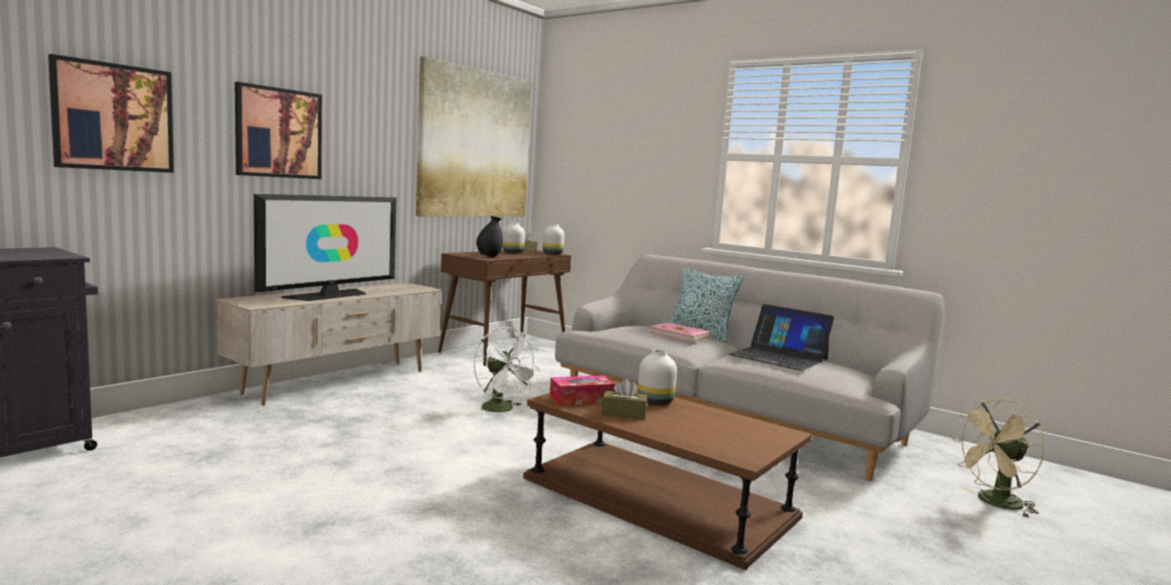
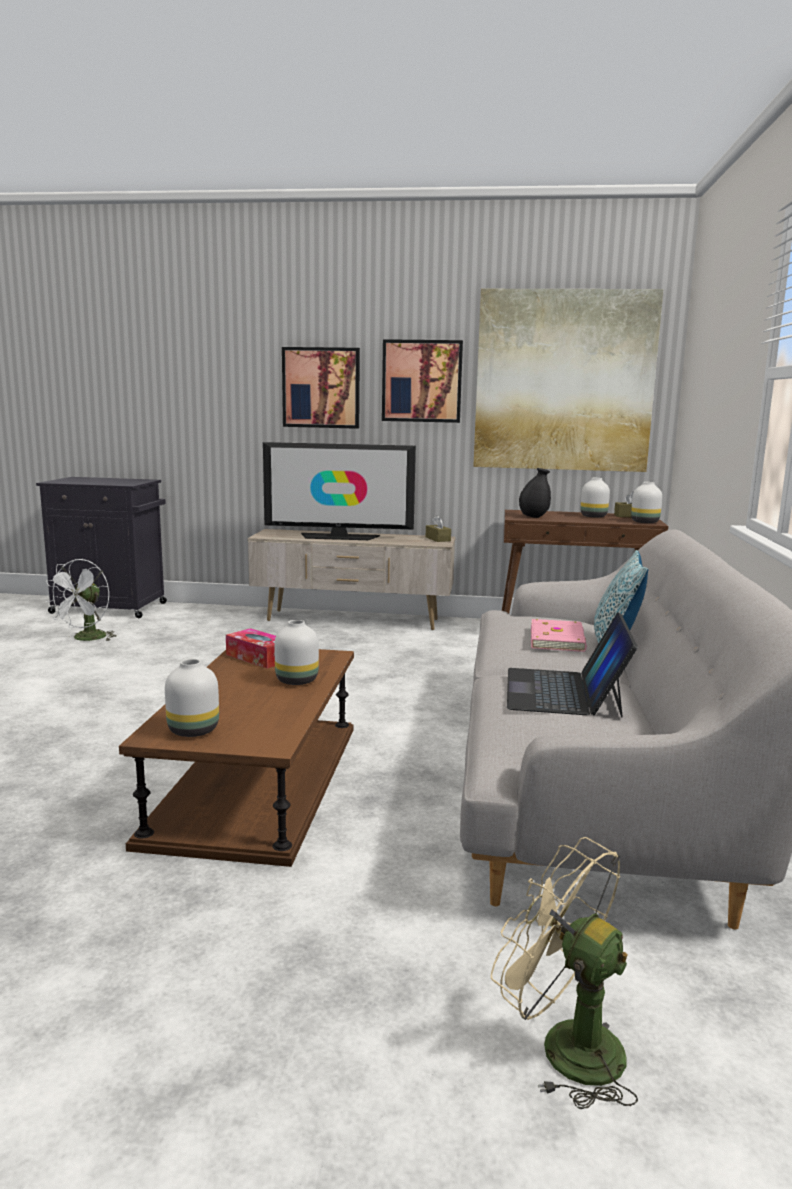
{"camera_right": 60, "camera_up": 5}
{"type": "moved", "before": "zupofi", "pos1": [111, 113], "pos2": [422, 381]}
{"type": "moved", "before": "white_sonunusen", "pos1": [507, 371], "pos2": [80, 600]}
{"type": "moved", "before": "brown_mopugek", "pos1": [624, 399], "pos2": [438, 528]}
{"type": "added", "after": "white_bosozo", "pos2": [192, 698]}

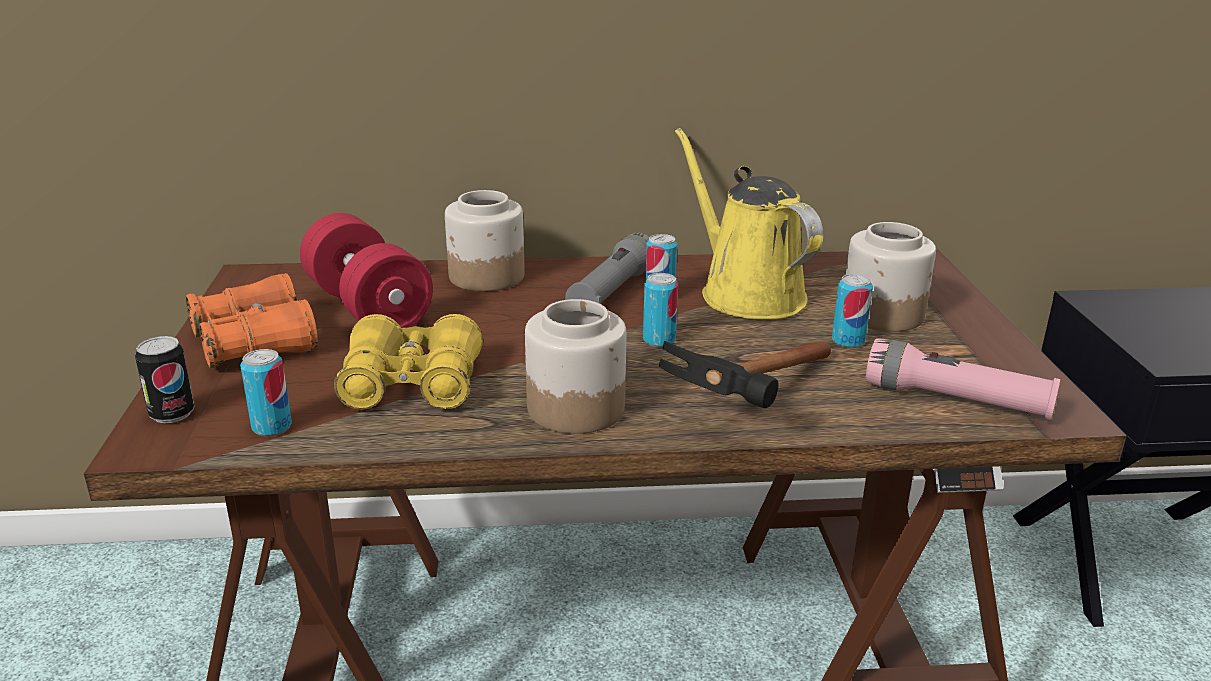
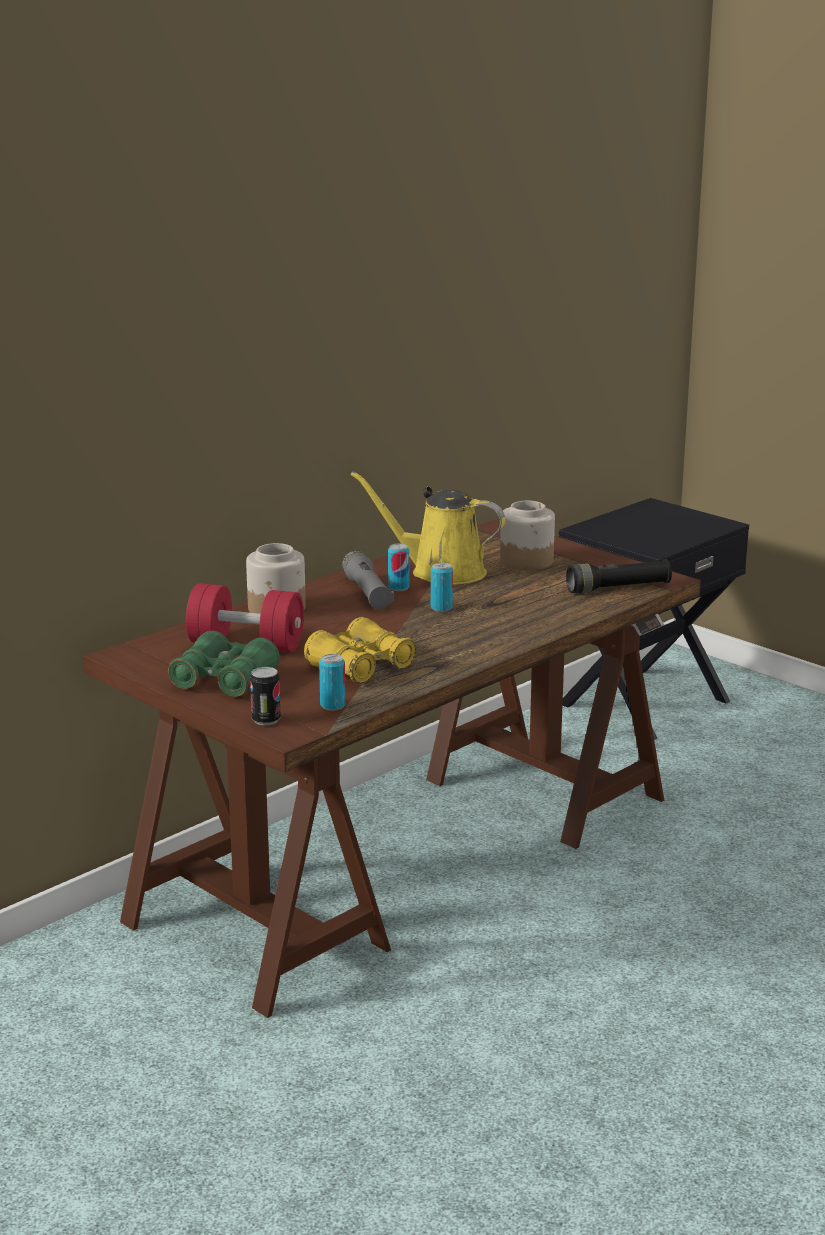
{"camera_right": -40, "camera_up": -5}
{"type": "recoloured", "before": "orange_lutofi", "after": "green_lutofi", "pos1": [252, 320], "pos2": [224, 664]}
{"type": "removed", "before": "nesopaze", "pos1": [575, 366]}
{"type": "removed", "before": "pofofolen", "pos1": [745, 374]}
{"type": "removed", "before": "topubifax", "pos1": [852, 311]}
{"type": "recoloured", "before": "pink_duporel", "after": "black_duporel", "pos1": [963, 379], "pos2": [619, 576]}

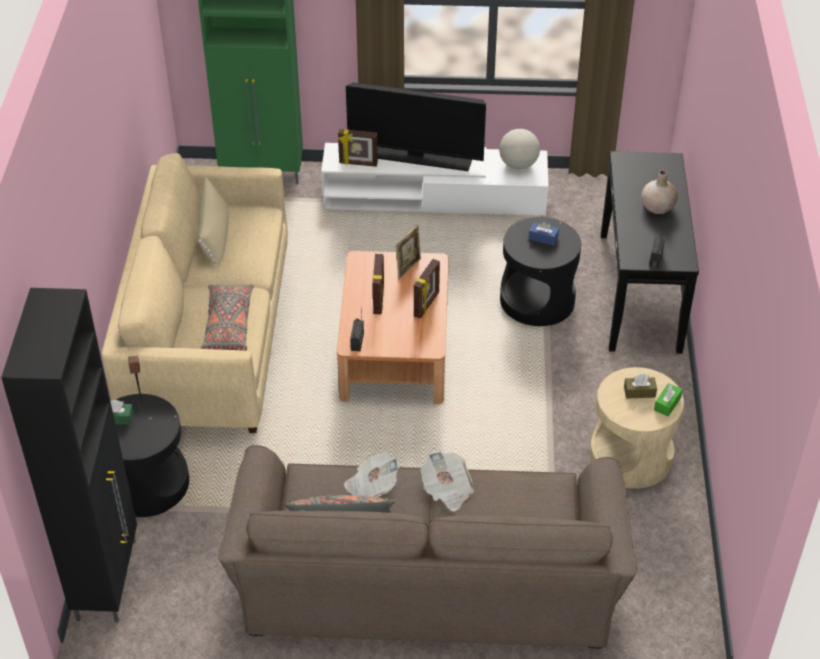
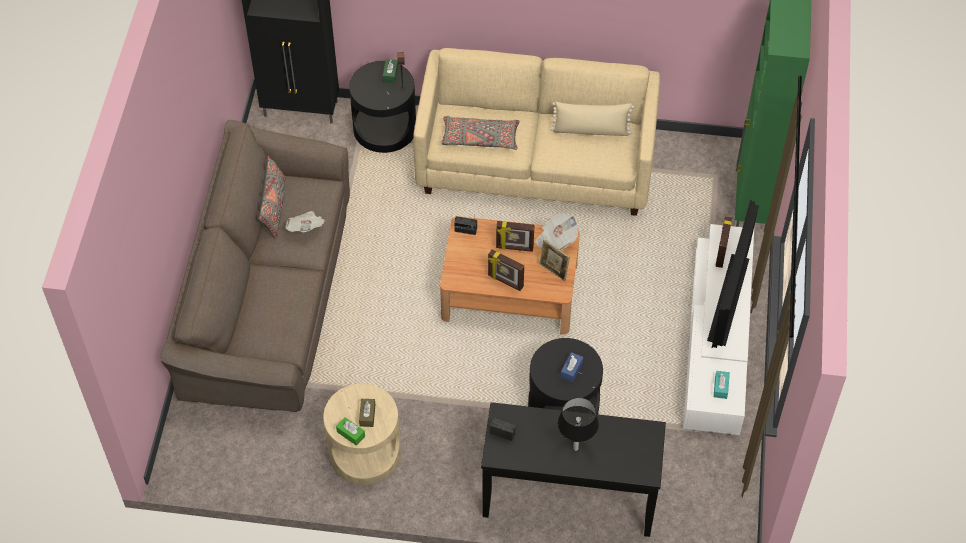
{"camera_right": 95, "camera_up": 10}
{"type": "moved", "before": "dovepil", "pos1": [447, 480], "pos2": [556, 231]}
{"type": "replaced", "before": "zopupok", "after": "turquoise_mopugek", "pos1": [519, 149], "pos2": [722, 385]}
{"type": "replaced", "before": "beige_bosozo", "after": "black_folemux", "pos1": [659, 192], "pos2": [578, 424]}

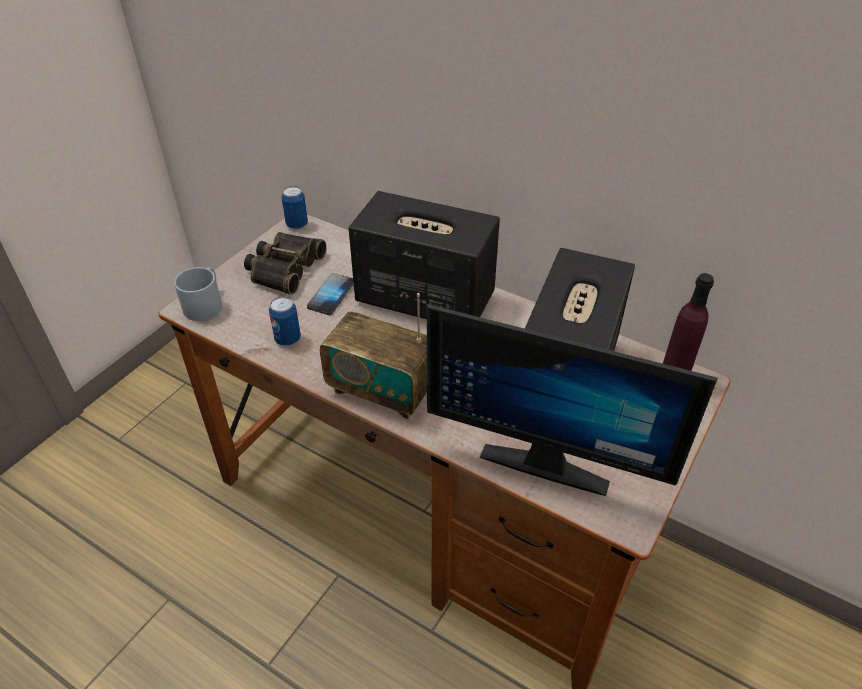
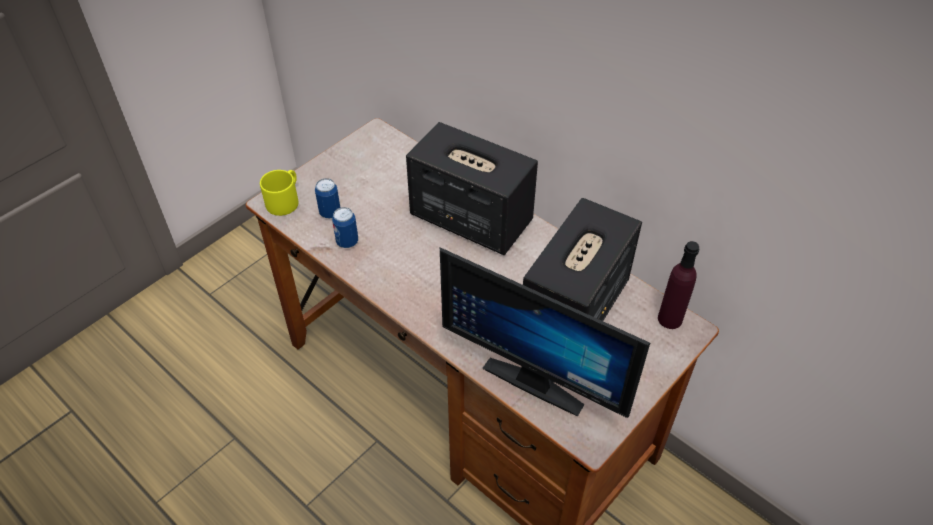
{"camera_right": 10, "camera_up": 5}
{"type": "recoloured", "before": "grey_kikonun", "after": "yellow_kikonun", "pos1": [198, 294], "pos2": [279, 193]}
{"type": "removed", "before": "lutofi", "pos1": [285, 263]}
{"type": "moved", "before": "topubifax", "pos1": [294, 208], "pos2": [328, 198]}
{"type": "removed", "before": "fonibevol", "pos1": [330, 294]}
{"type": "removed", "before": "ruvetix", "pos1": [373, 356]}

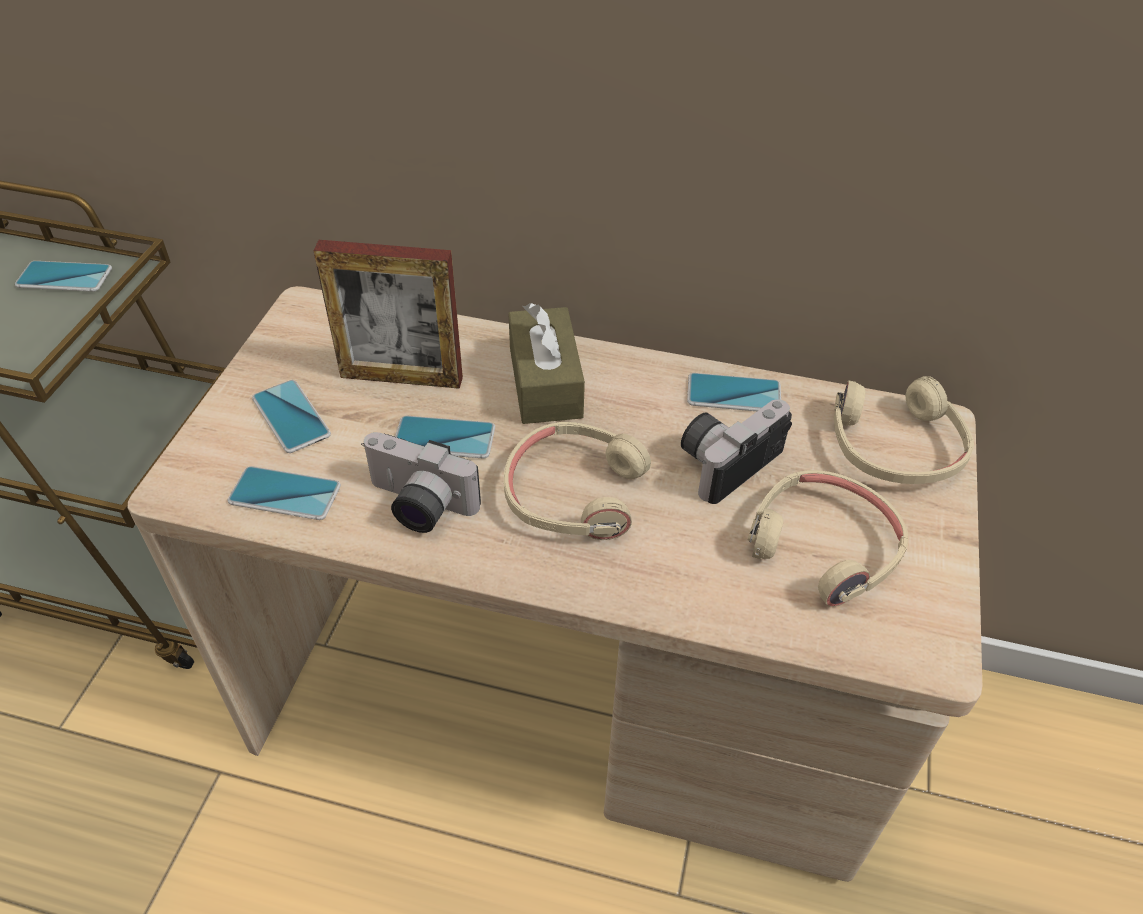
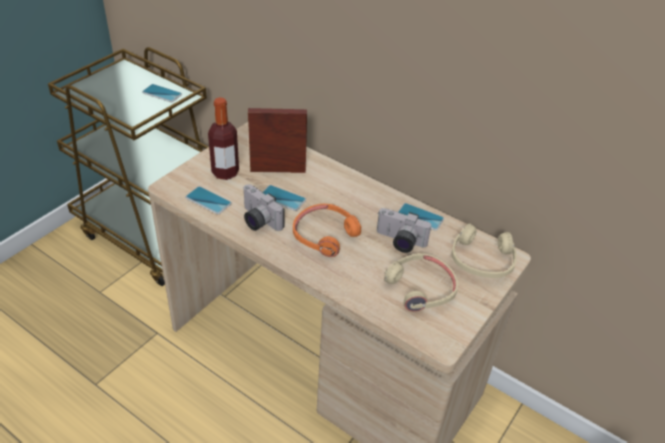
{"camera_right": 20, "camera_up": -5}
{"type": "replaced", "before": "fonibevol", "after": "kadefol", "pos1": [291, 416], "pos2": [223, 138]}
{"type": "turned", "before": "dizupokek", "pos1": [388, 314], "pos2": [277, 140], "turn": 150}
{"type": "recoloured", "before": "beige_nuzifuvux", "after": "orange_nuzifuvux", "pos1": [577, 481], "pos2": [327, 230]}
{"type": "removed", "before": "brown_mopugek", "pos1": [546, 363]}
{"type": "turned", "before": "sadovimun", "pos1": [736, 451], "pos2": [404, 230], "turn": -135}

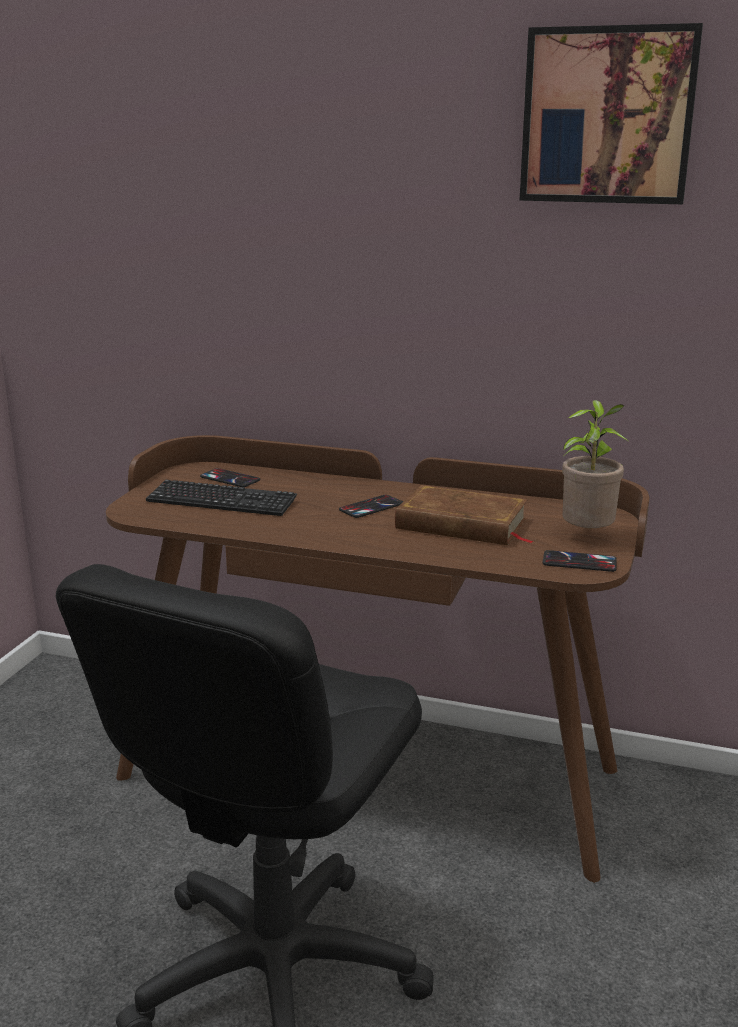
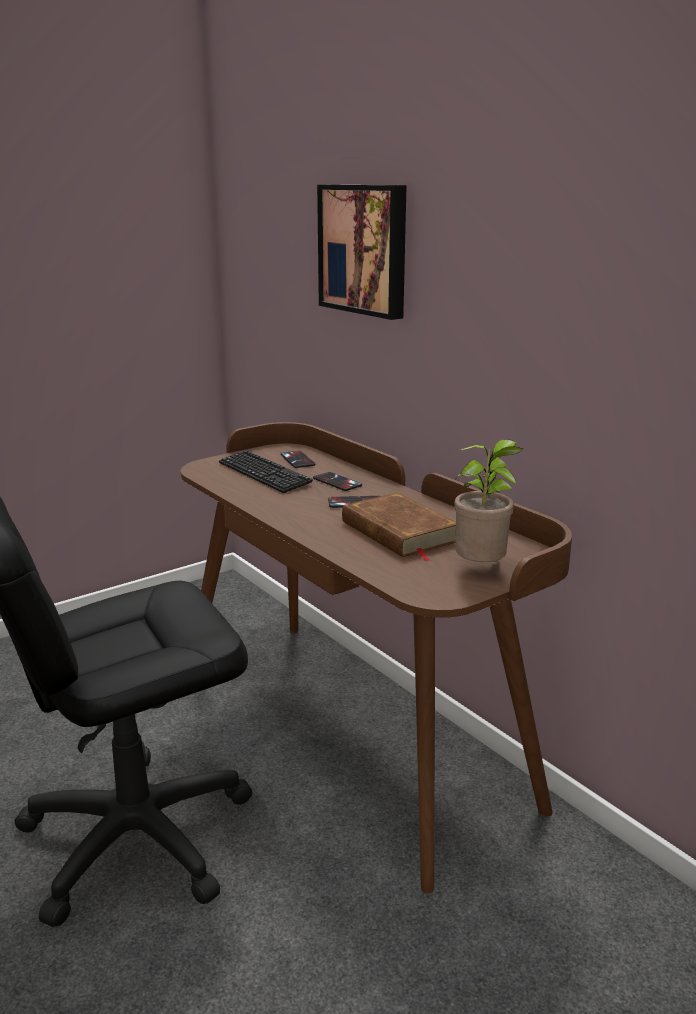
{"camera_right": 35, "camera_up": 0}
{"type": "moved", "before": "zupofi", "pos1": [611, 113], "pos2": [362, 252]}
{"type": "moved", "before": "fonibevol", "pos1": [580, 561], "pos2": [337, 481]}

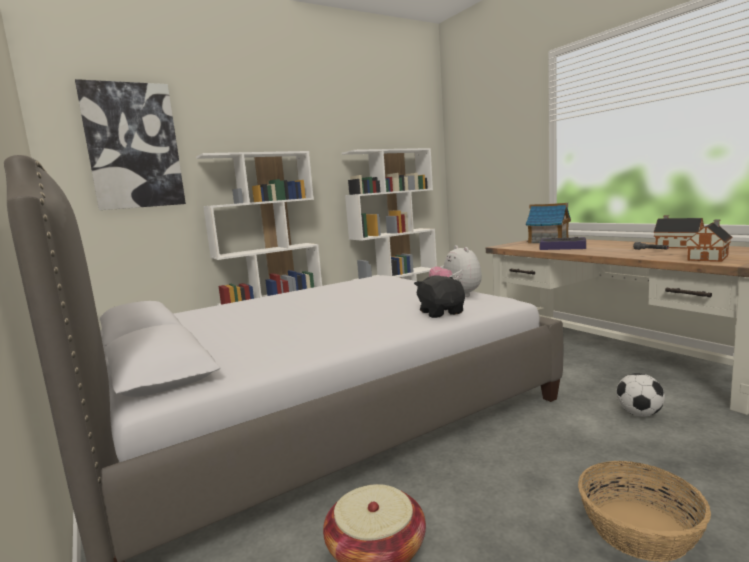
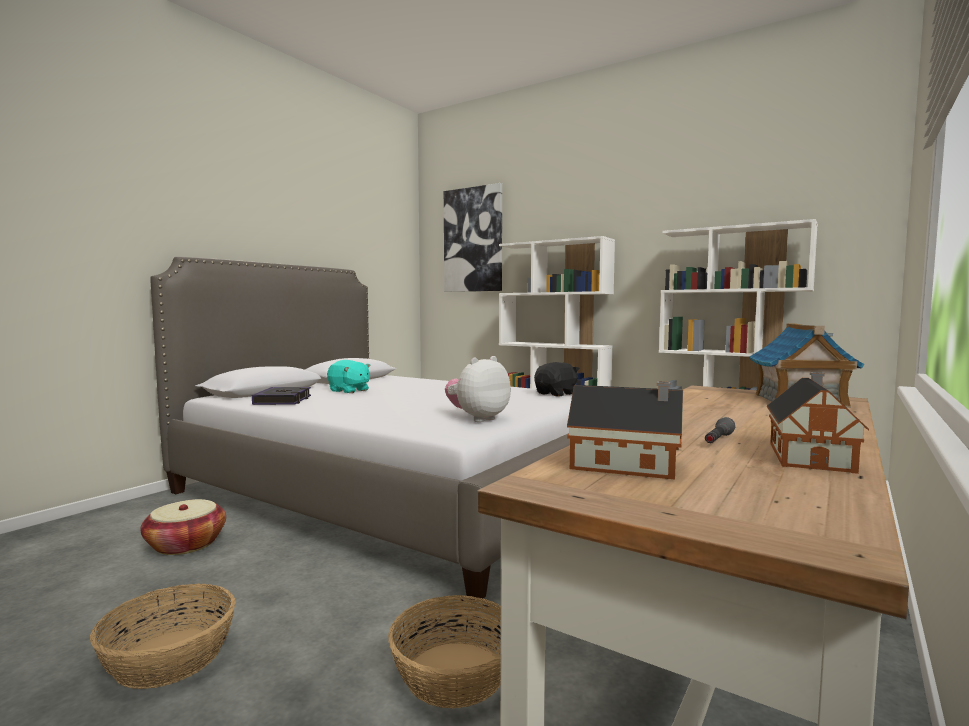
{"camera_right": 65, "camera_up": -5}
{"type": "moved", "before": "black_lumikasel", "pos1": [439, 296], "pos2": [556, 379]}
{"type": "moved", "before": "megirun", "pos1": [562, 243], "pos2": [281, 396]}
{"type": "replaced", "before": "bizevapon", "after": "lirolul", "pos1": [640, 395], "pos2": [444, 652]}
{"type": "added", "after": "turquoise_lumikasel", "pos2": [348, 376]}

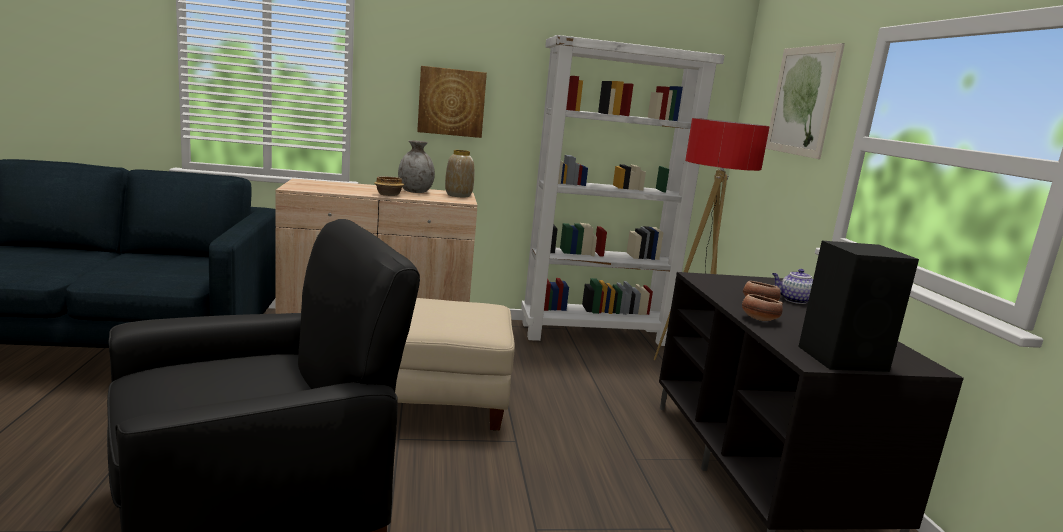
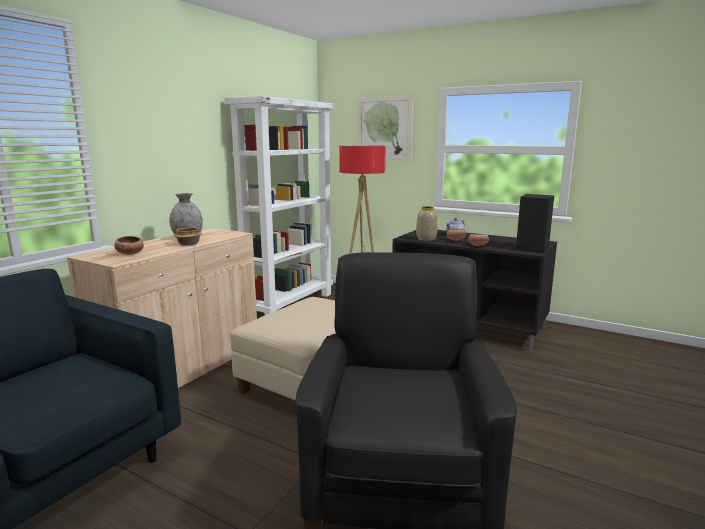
{"camera_right": -50, "camera_up": 0}
{"type": "removed", "before": "zupofi", "pos1": [452, 102]}
{"type": "moved", "before": "bosozo", "pos1": [459, 173], "pos2": [426, 223]}
{"type": "added", "after": "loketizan", "pos2": [129, 245]}

